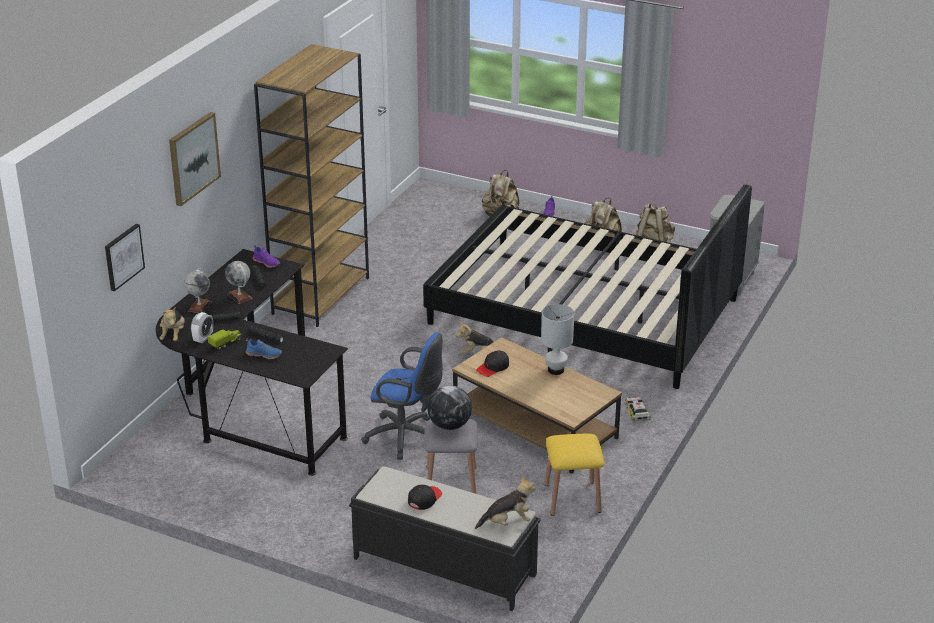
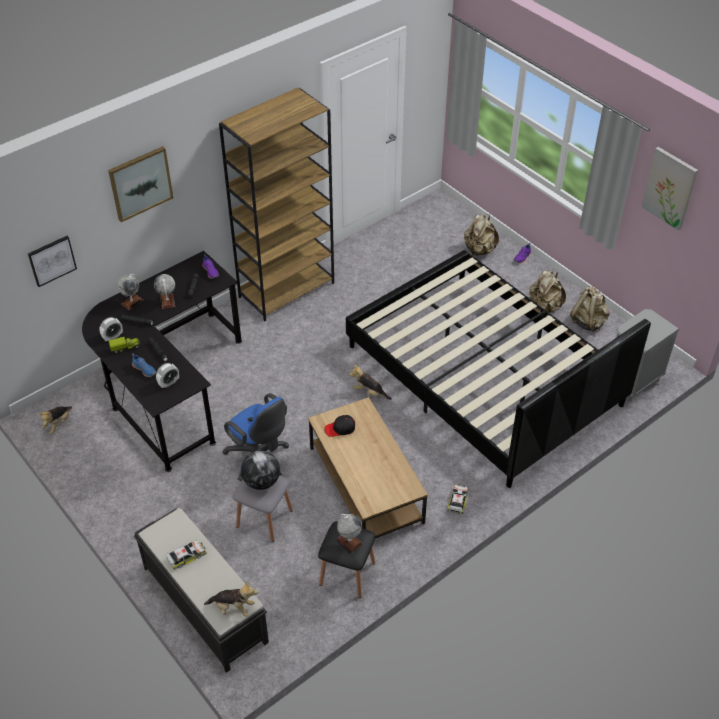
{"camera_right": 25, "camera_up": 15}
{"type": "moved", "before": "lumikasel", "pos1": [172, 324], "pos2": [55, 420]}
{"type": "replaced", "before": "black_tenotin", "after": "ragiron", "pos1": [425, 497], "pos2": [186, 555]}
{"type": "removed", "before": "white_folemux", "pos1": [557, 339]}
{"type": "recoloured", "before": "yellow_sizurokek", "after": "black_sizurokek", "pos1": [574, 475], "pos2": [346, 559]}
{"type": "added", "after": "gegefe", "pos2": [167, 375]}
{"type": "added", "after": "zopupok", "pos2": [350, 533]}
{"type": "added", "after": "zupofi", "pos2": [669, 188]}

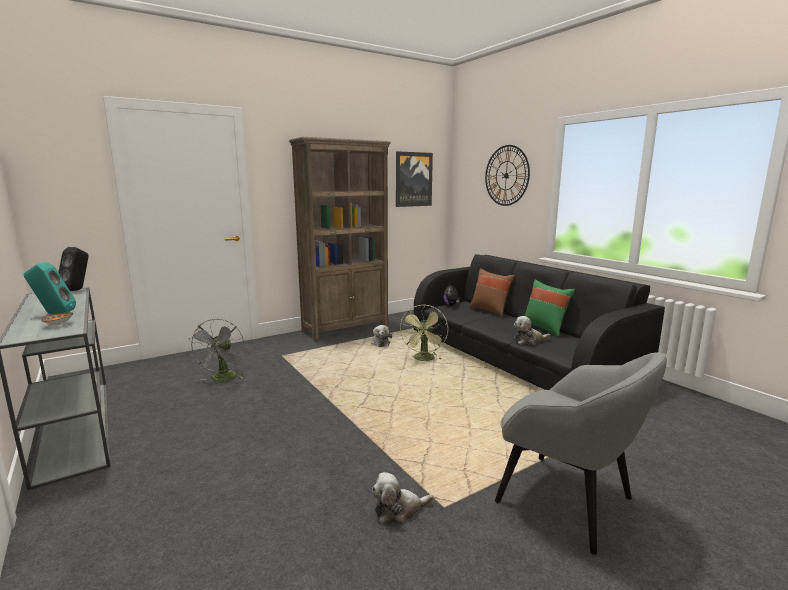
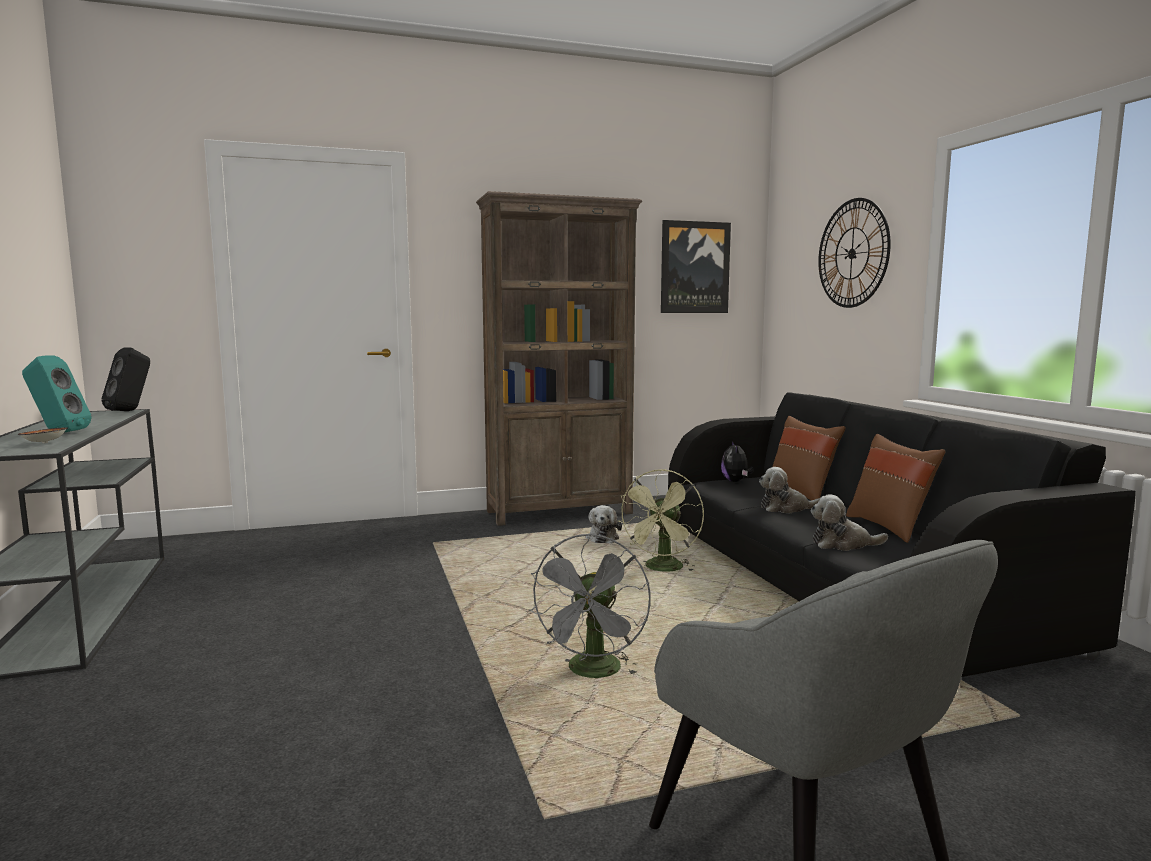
{"camera_right": 15, "camera_up": -5}
{"type": "moved", "before": "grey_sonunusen", "pos1": [216, 349], "pos2": [590, 605]}
{"type": "moved", "before": "lumikasel", "pos1": [403, 498], "pos2": [789, 490]}
{"type": "recoloured", "before": "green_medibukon", "after": "brown_medibukon", "pos1": [549, 308], "pos2": [895, 488]}

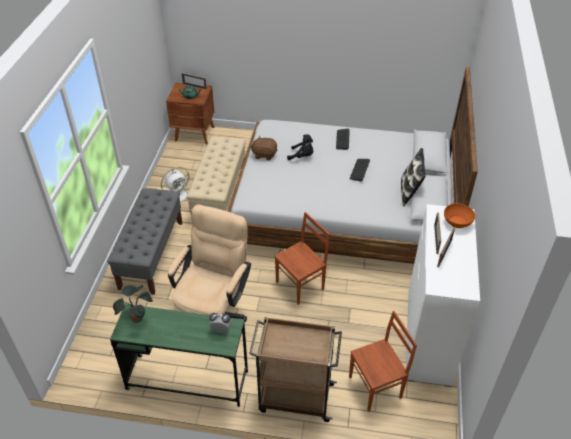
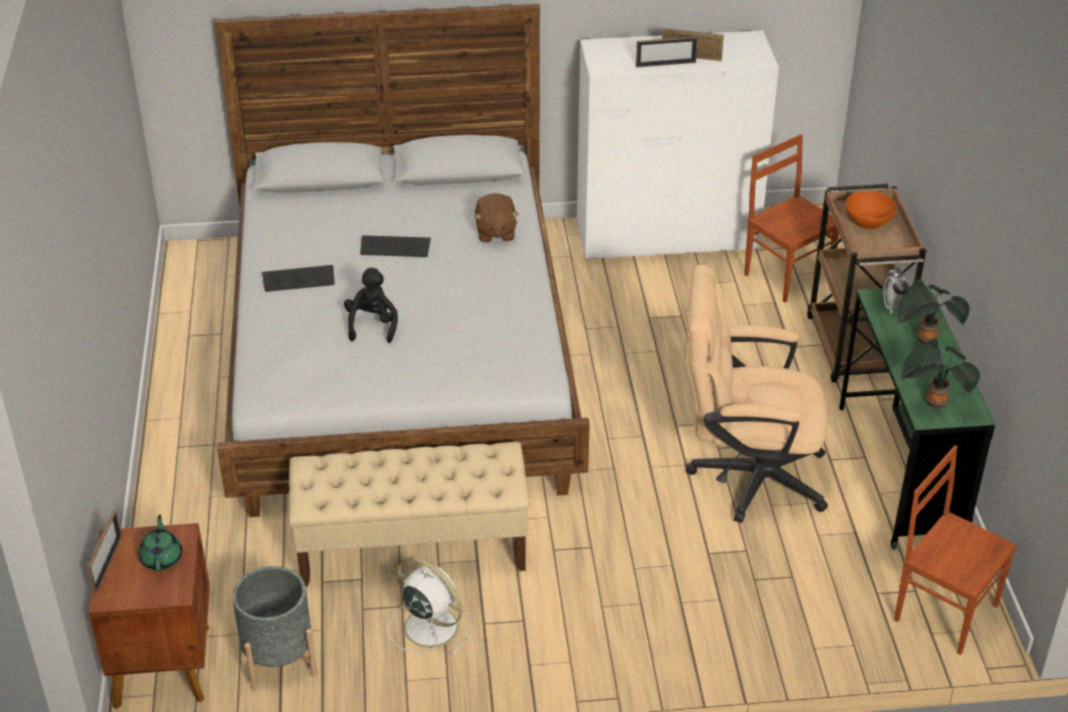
{"camera_right": -105, "camera_up": -5}
{"type": "removed", "before": "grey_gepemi", "pos1": [145, 241]}
{"type": "moved", "before": "brown_lumikasel", "pos1": [264, 148], "pos2": [496, 218]}
{"type": "moved", "before": "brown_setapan", "pos1": [302, 258], "pos2": [955, 550]}
{"type": "removed", "before": "medibukon", "pos1": [413, 177]}
{"type": "moved", "before": "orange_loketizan", "pos1": [459, 215], "pos2": [871, 210]}
{"type": "added", "after": "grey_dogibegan", "pos2": [274, 628]}
{"type": "added", "after": "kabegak", "pos2": [934, 311]}

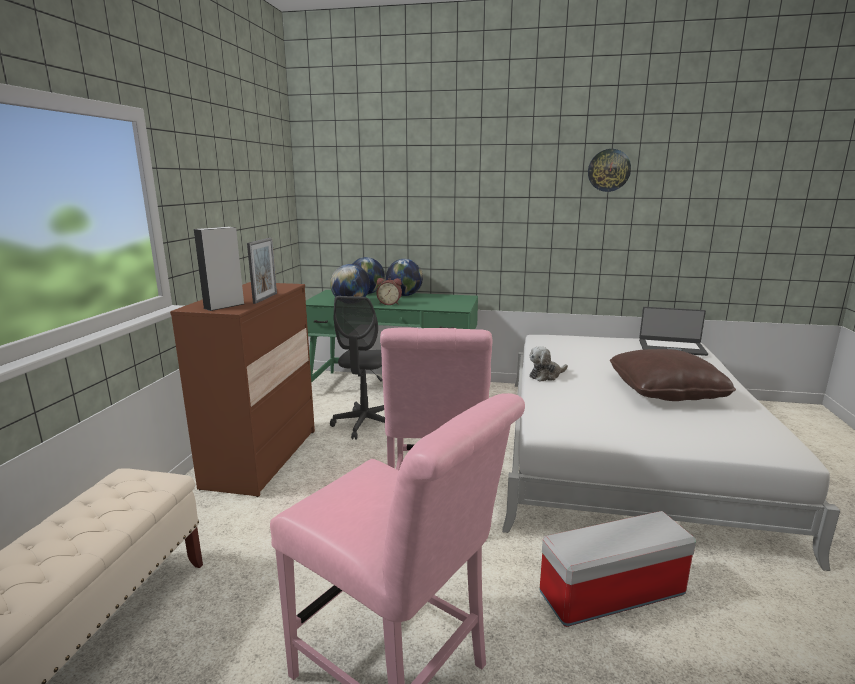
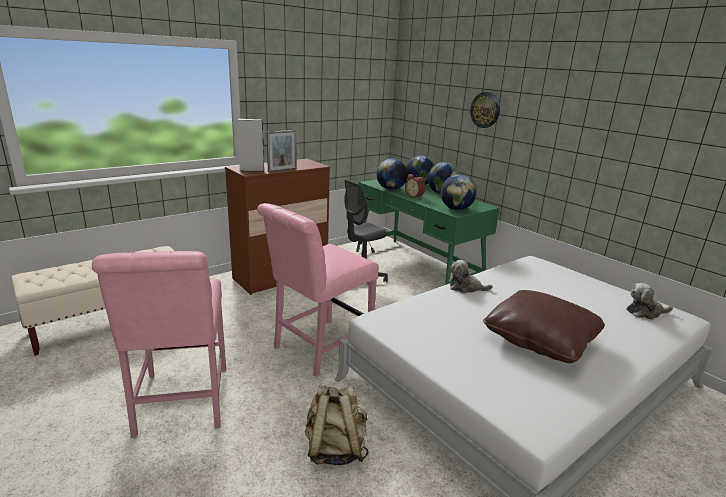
{"camera_right": 40, "camera_up": 5}
{"type": "replaced", "before": "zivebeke", "after": "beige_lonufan", "pos1": [618, 569], "pos2": [337, 424]}
{"type": "moved", "before": "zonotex", "pos1": [609, 170], "pos2": [485, 110]}
{"type": "replaced", "before": "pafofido", "after": "lumikasel", "pos1": [673, 331], "pos2": [649, 301]}
{"type": "added", "after": "zopupok", "pos2": [459, 192]}

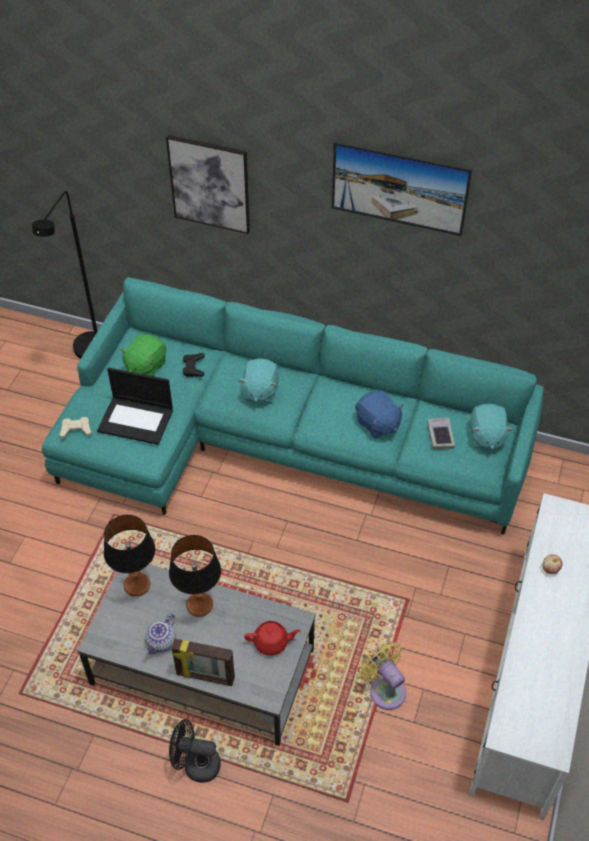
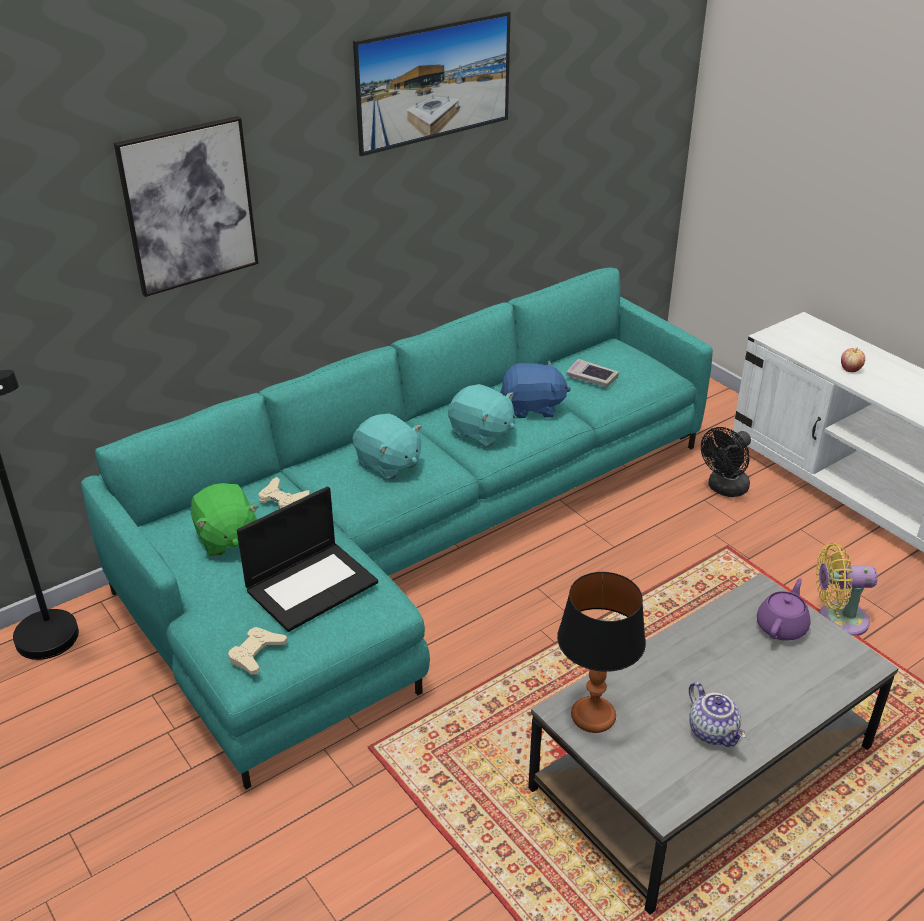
{"camera_right": -55, "camera_up": -15}
{"type": "removed", "before": "folemux", "pos1": [195, 576]}
{"type": "moved", "before": "black_sonunusen", "pos1": [195, 751], "pos2": [726, 462]}
{"type": "removed", "before": "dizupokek", "pos1": [203, 662]}
{"type": "recoloured", "before": "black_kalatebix", "after": "beige_kalatebix", "pos1": [193, 365], "pos2": [284, 493]}
{"type": "recoloured", "before": "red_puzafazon", "after": "purple_puzafazon", "pos1": [272, 638], "pos2": [784, 609]}
{"type": "moved", "before": "turquoise_lumikasel", "pos1": [491, 427], "pos2": [481, 416]}

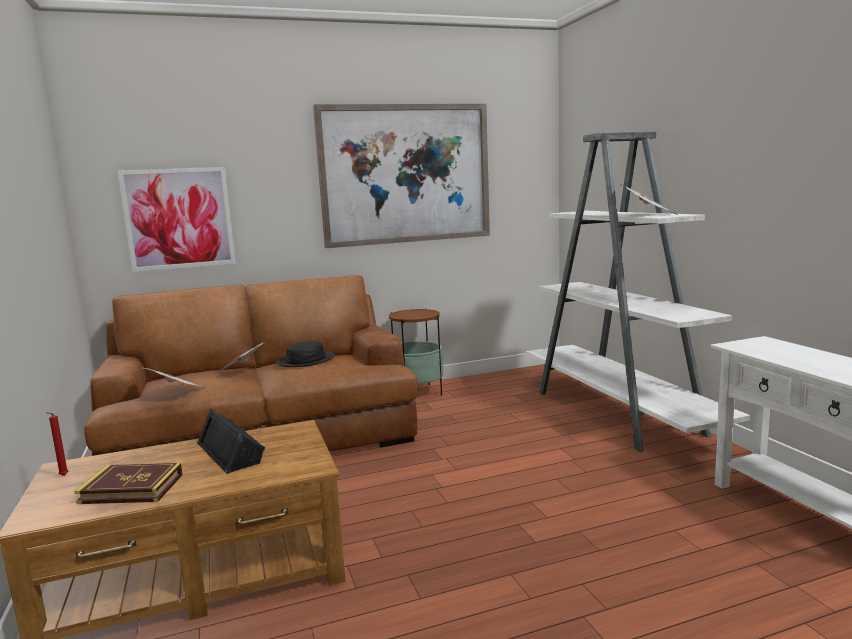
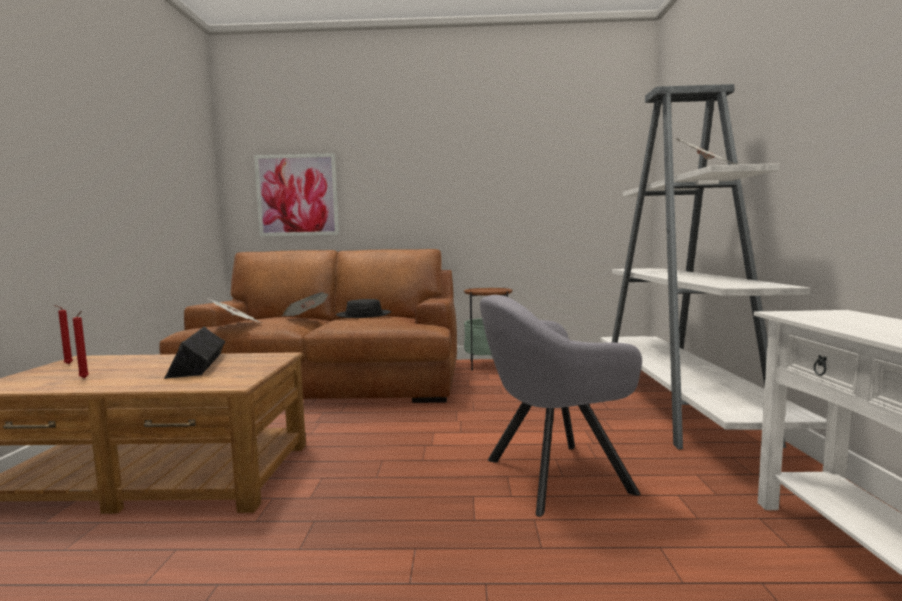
{"camera_right": 20, "camera_up": -5}
{"type": "replaced", "before": "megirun", "after": "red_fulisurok", "pos1": [128, 483], "pos2": [81, 344]}
{"type": "removed", "before": "zupofi", "pos1": [401, 176]}
{"type": "added", "after": "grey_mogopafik", "pos2": [561, 406]}

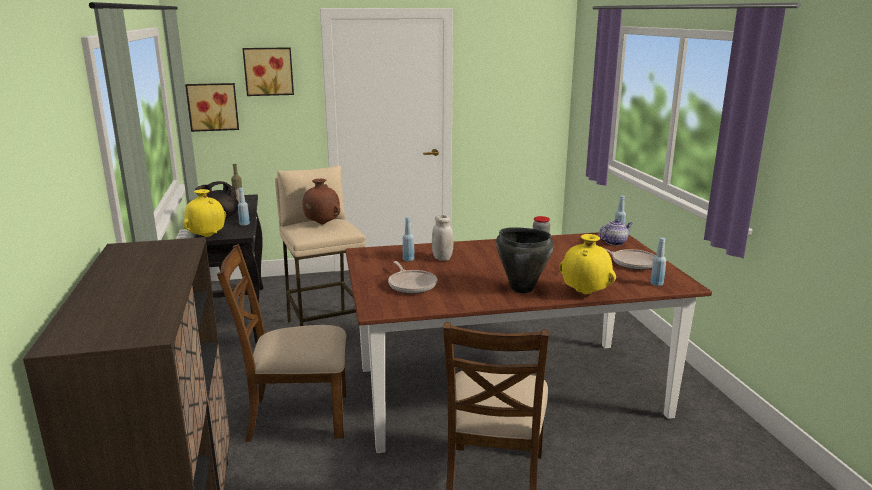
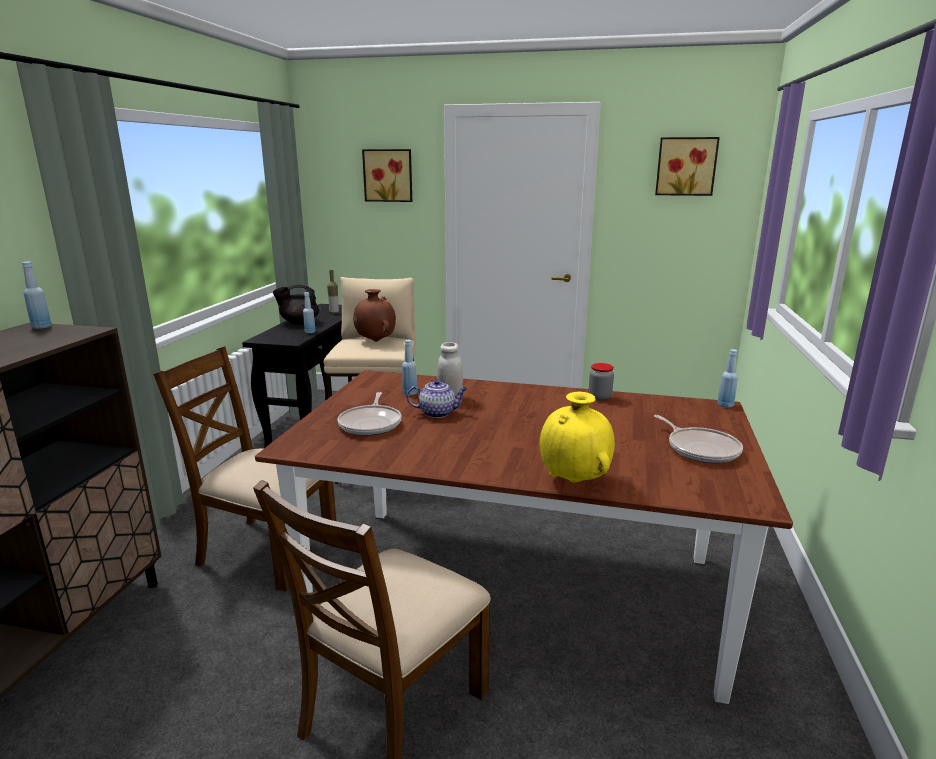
{"camera_right": 25, "camera_up": 0}
{"type": "removed", "before": "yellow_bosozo", "pos1": [204, 213]}
{"type": "moved", "before": "zupofi", "pos1": [212, 107], "pos2": [687, 166]}
{"type": "removed", "before": "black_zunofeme", "pos1": [525, 260]}
{"type": "moved", "before": "puzafazon", "pos1": [616, 232], "pos2": [436, 398]}
{"type": "moved", "before": "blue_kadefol", "pos1": [658, 261], "pos2": [36, 295]}

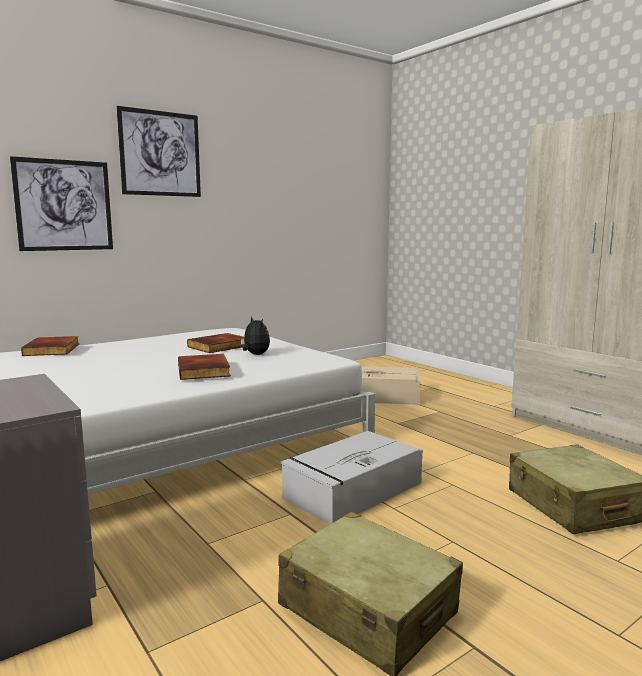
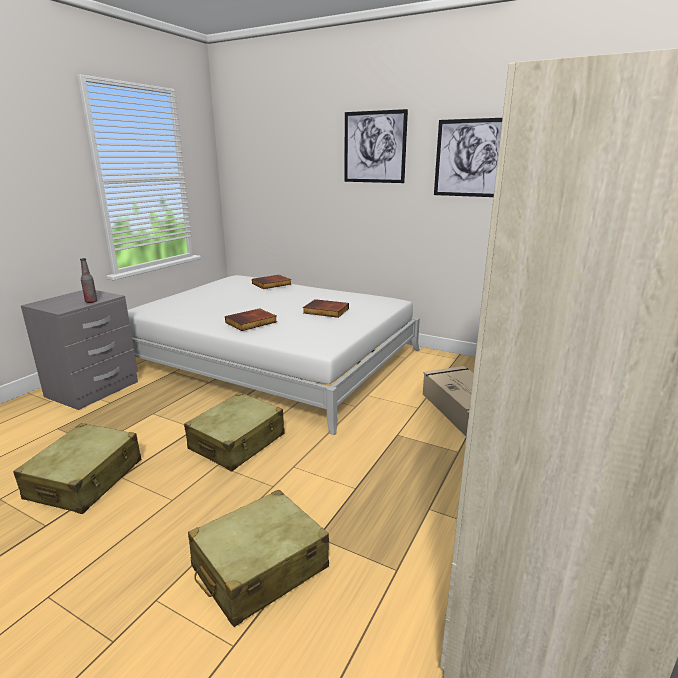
{"camera_right": 65, "camera_up": 10}
{"type": "moved", "before": "zupofi", "pos1": [61, 203], "pos2": [468, 157]}
{"type": "removed", "before": "lumikasel", "pos1": [255, 336]}
{"type": "replaced", "before": "grey_zivebeke", "after": "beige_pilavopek", "pos1": [351, 478], "pos2": [234, 431]}
{"type": "added", "after": "kadefol", "pos2": [88, 280]}

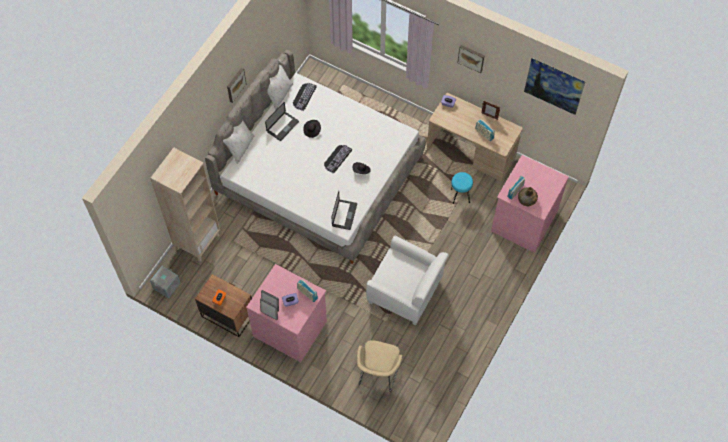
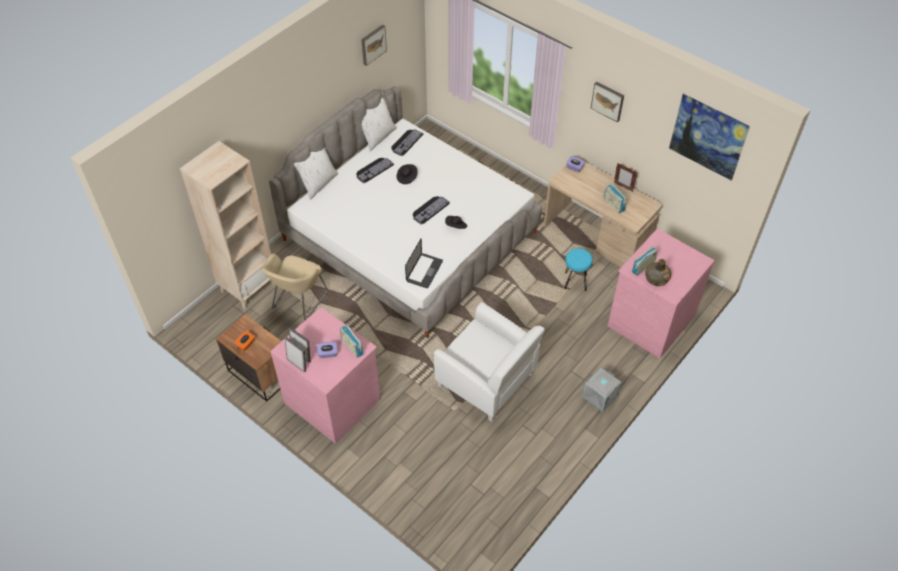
{"camera_right": 10, "camera_up": -10}
{"type": "moved", "before": "grey_zivebeke", "pos1": [165, 282], "pos2": [602, 390]}
{"type": "moved", "before": "zupofi", "pos1": [236, 85], "pos2": [374, 45]}
{"type": "replaced", "before": "pafofido", "after": "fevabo", "pos1": [282, 121], "pos2": [375, 170]}
{"type": "moved", "before": "beige_mogopafik", "pos1": [379, 366], "pos2": [294, 286]}

